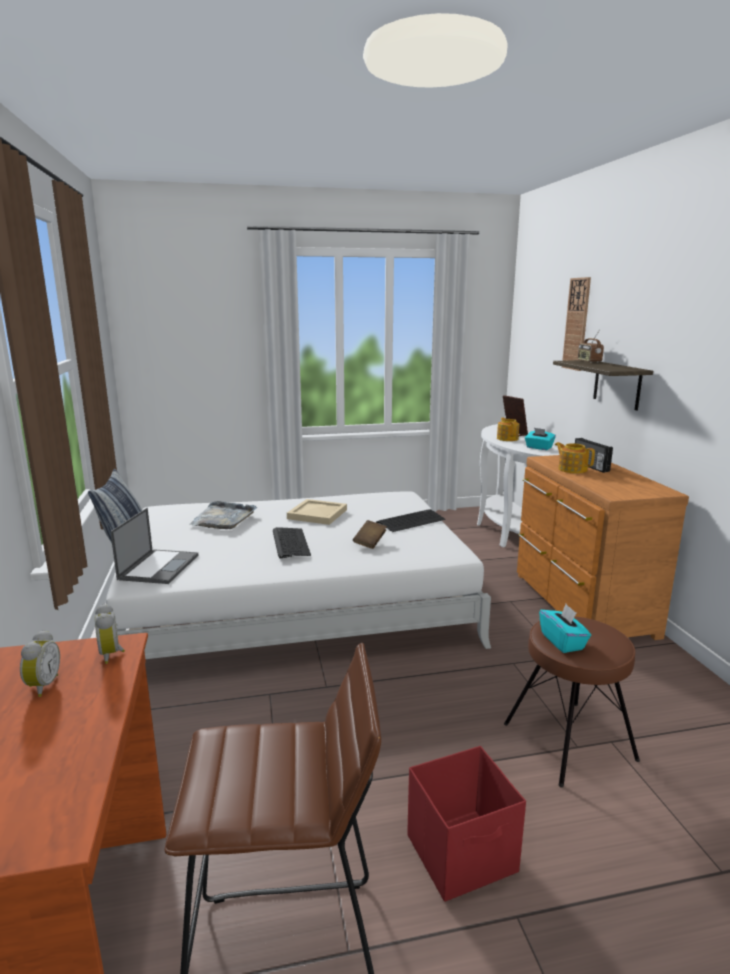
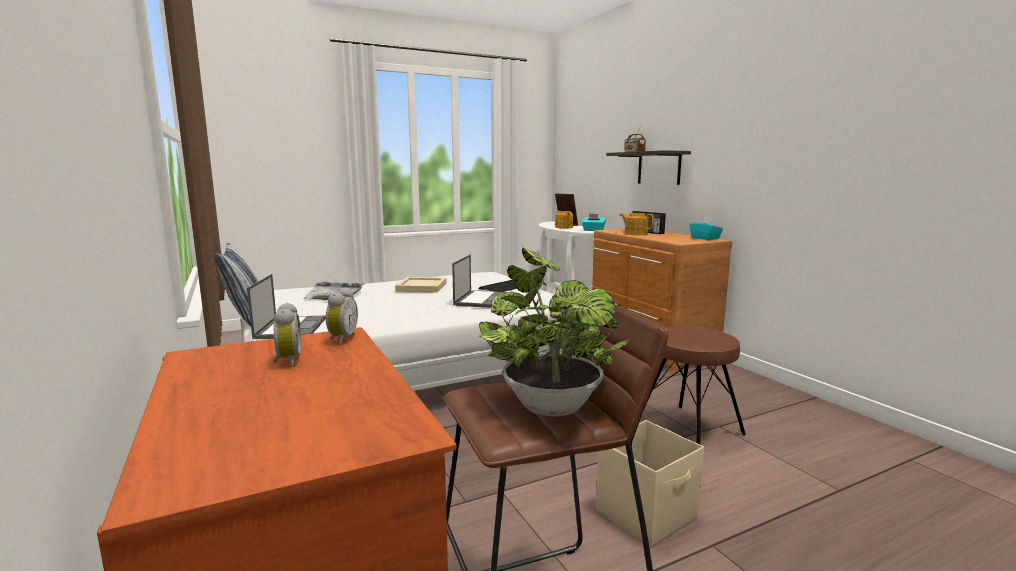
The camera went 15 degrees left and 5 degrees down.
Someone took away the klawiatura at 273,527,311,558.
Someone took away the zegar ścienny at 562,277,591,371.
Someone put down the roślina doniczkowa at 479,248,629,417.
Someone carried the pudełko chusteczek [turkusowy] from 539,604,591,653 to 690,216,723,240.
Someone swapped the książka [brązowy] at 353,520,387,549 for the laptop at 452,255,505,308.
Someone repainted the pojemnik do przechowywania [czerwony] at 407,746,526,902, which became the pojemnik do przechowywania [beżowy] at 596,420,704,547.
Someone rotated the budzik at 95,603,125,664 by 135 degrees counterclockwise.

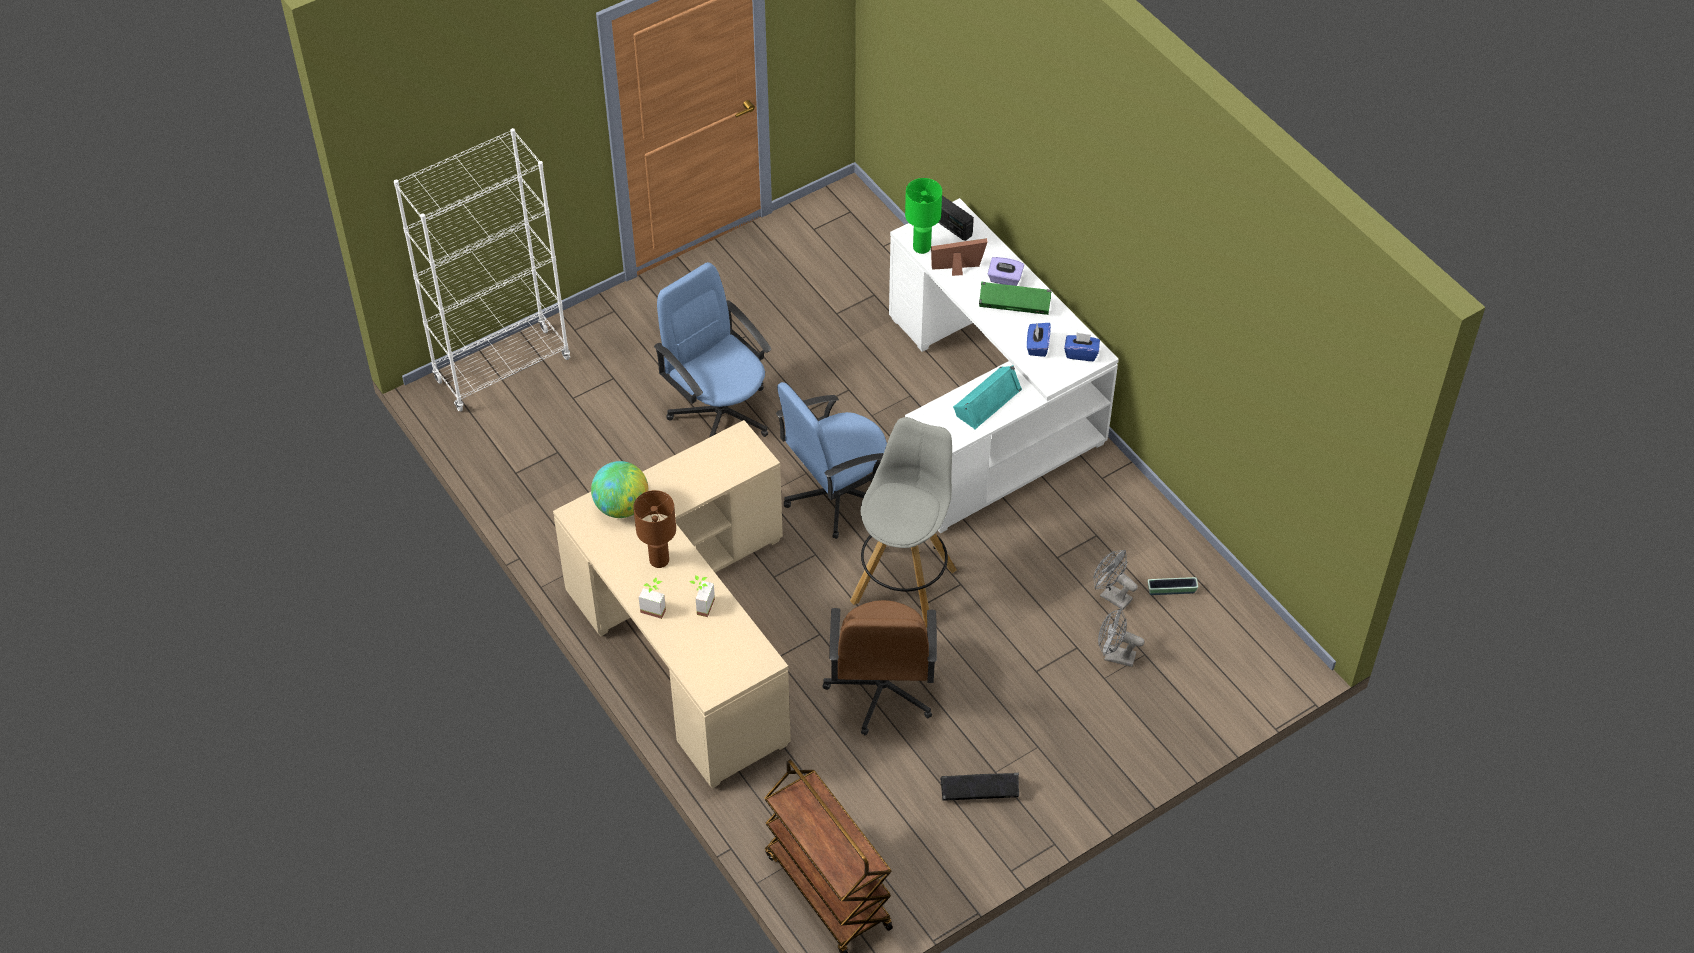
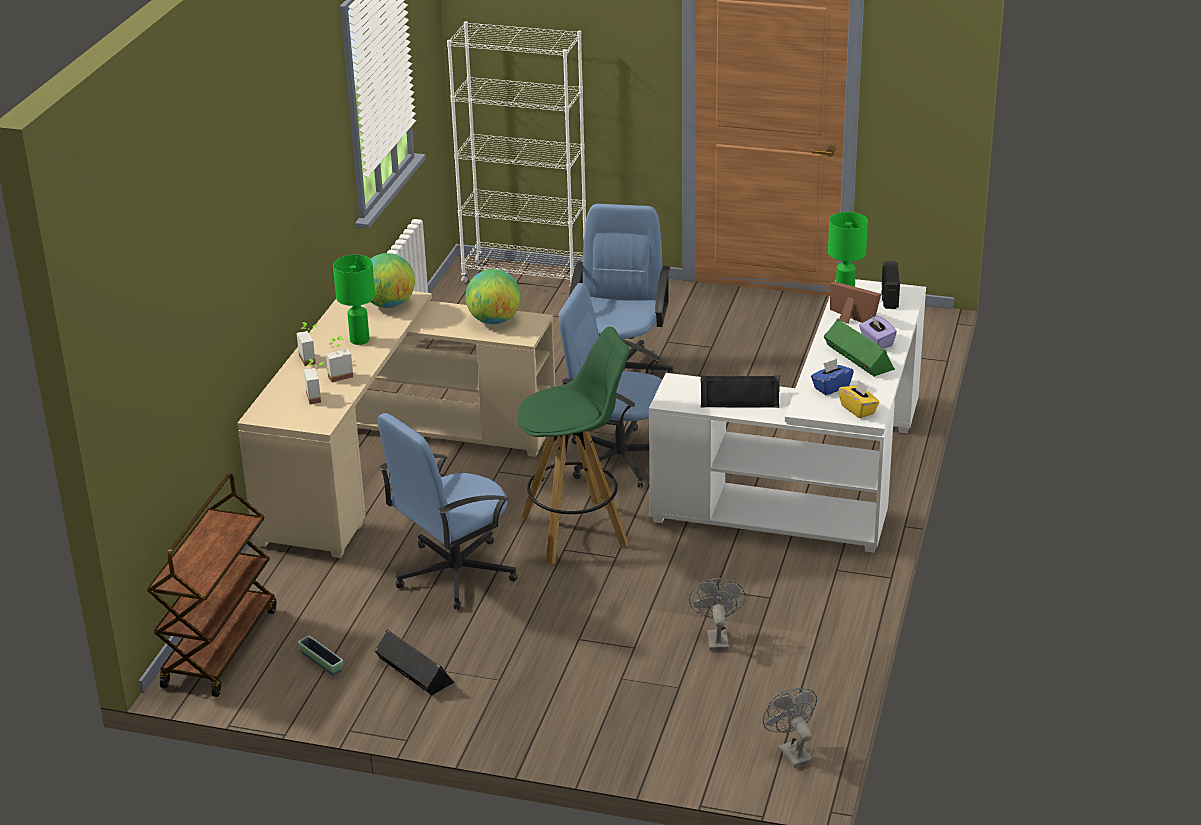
The camera went 50 degrees right and 20 degrees down.
Someone put down the roślina doniczkowa at 304,359,325,404.
Someone put down the globus at 465,269,521,324.
Someone carried the wentylator [szary] from 1098,608,1145,667 to 763,688,817,768.
Someone carried the donica from 1148,577,1198,595 to 298,636,343,676.
Someone repainted the lampa stołowa [brązowy] at 633,490,676,568, which became the lampa stołowa [zielony] at 333,255,375,345.
Someone repainted the krzesło biurowe [brązowy] at 823,600,937,735, which became the krzesło biurowe [niebieski] at 378,413,518,610.
Someone repainted the stołek [szary] at 850,417,957,628, which became the stołek [zielony] at 518,327,629,565.
Someone repainted the głośnik [turkusowy] at 953,365,1022,429, which became the głośnik [czarny] at 701,375,780,408.
Someone repainted the pudełko chusteczek [niebieski] at 1064,332,1100,361, which became the pudełko chusteczek [żółty] at 839,380,879,418.

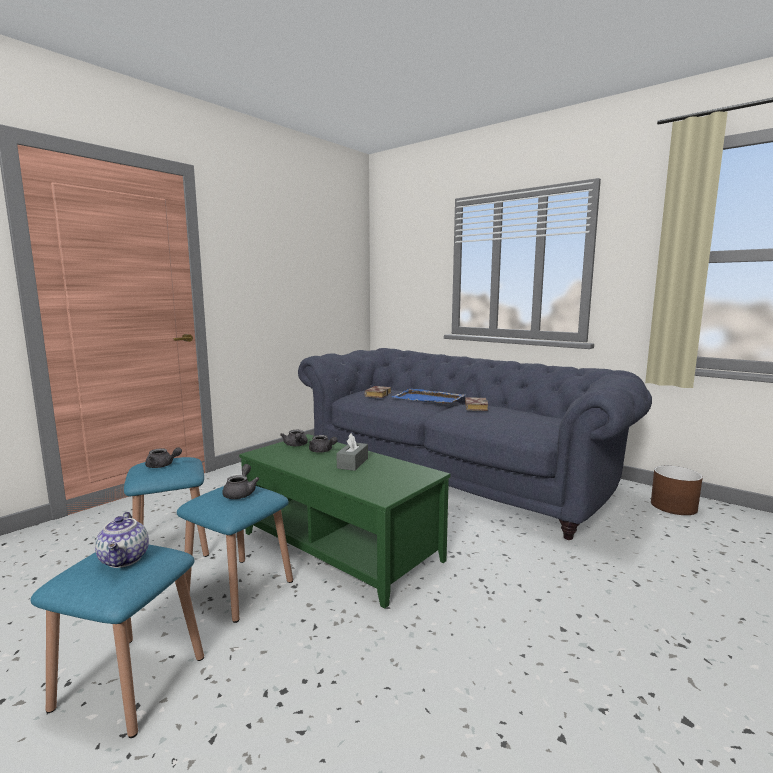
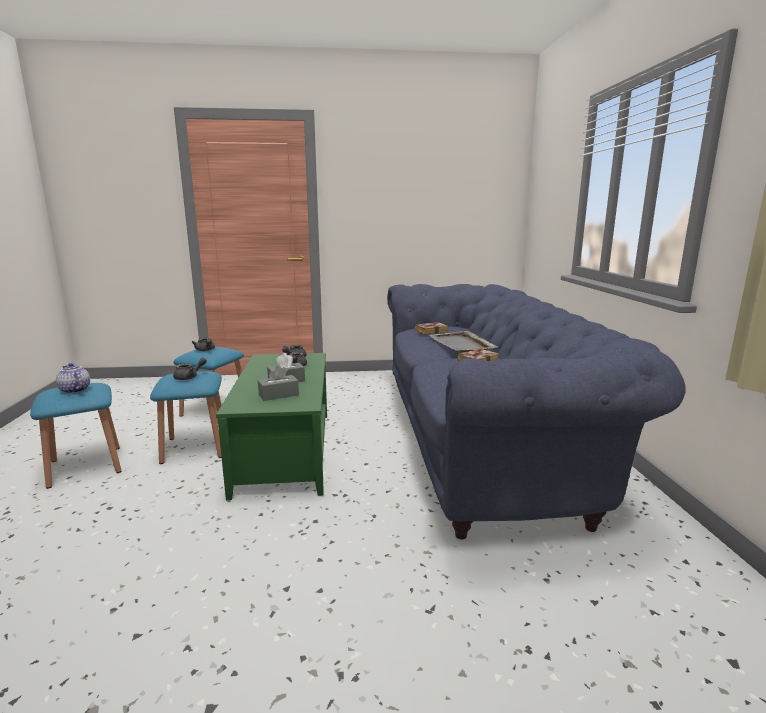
The camera went 45 degrees right and 5 degrees up.
Someone took away the donica [brązowy] at 651,466,703,515.
Someone put down the pudełko chusteczek [szary] at 258,366,299,401.
Someone repainted the taca [niebieski] at 393,389,465,404, which became the taca [szary] at 429,331,498,352.
Someone rotated the imbryk at 95,512,149,568 by 105 degrees clockwise.

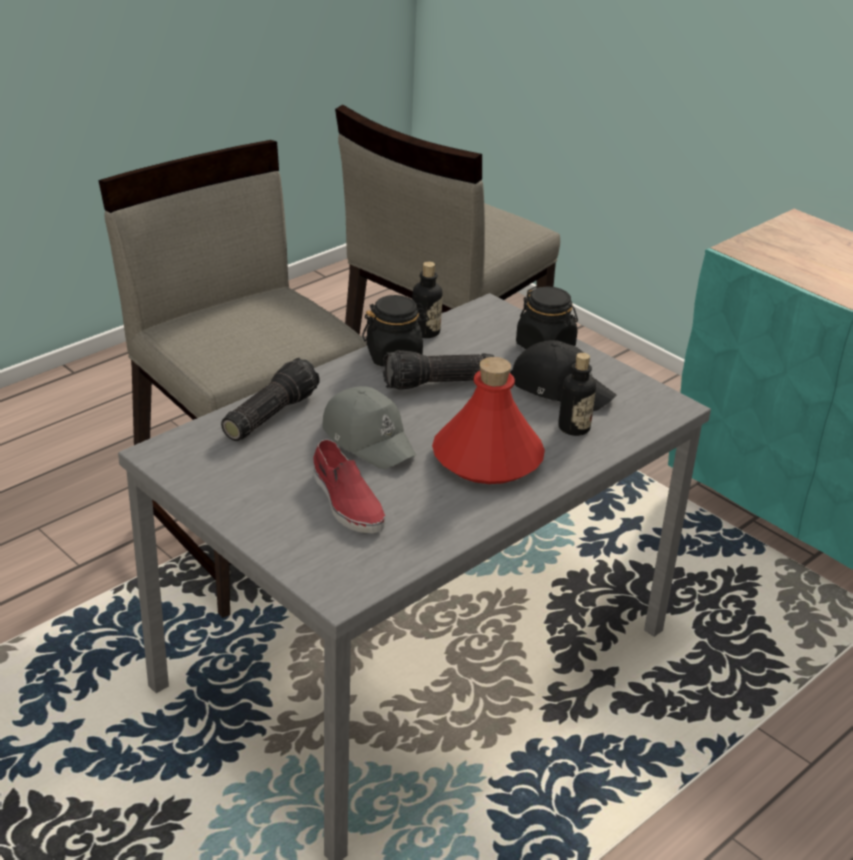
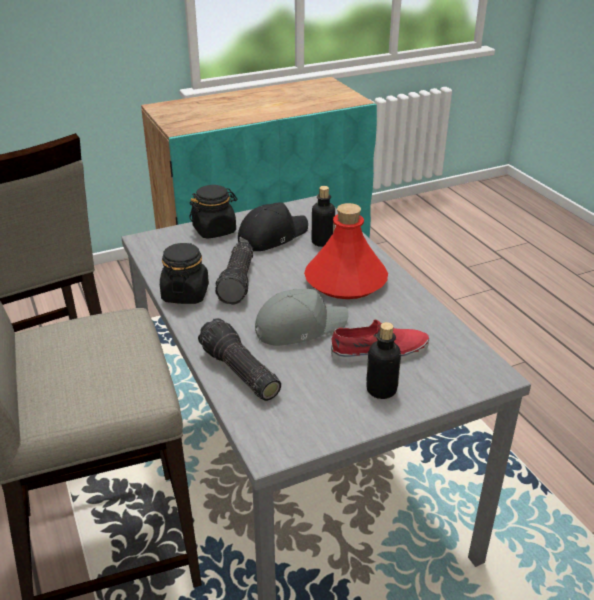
The camera went 70 degrees left and 0 degrees up.
Someone carried the butelka from 412,261,443,338 to 366,322,401,399.

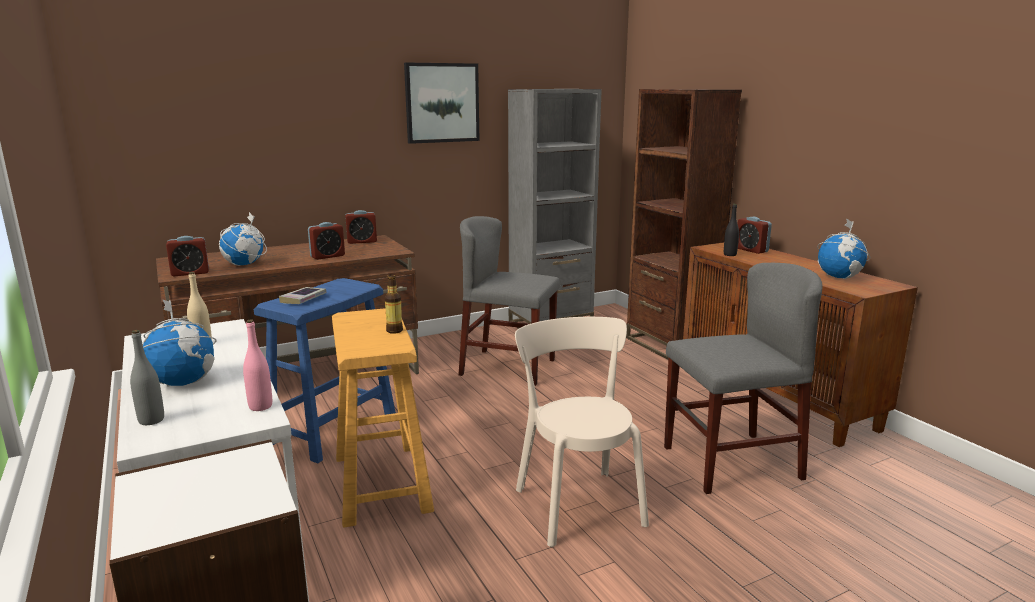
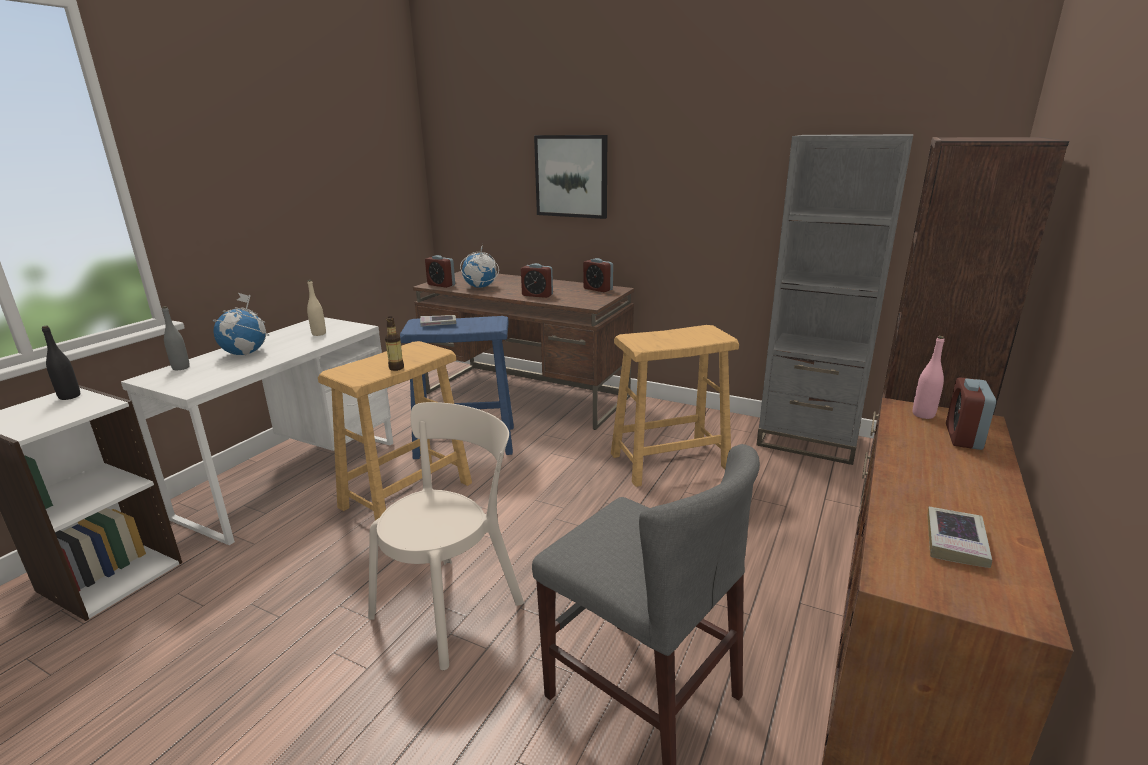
The camera went 55 degrees right and 5 degrees up.
Someone carried the butelka [różowy] from 243,319,272,411 to 913,336,945,419.
Someone carried the obraz from 404,63,479,144 to 534,135,607,219.
Someone carried the butelka [czarny] from 724,204,739,256 to 42,326,80,400.
Someone swapped the krzesło [szary] at 459,216,560,386 for the stołek [beżowy] at 611,325,739,487.
Someone swapped the globus at 817,219,870,279 for the książka at 928,507,992,568.

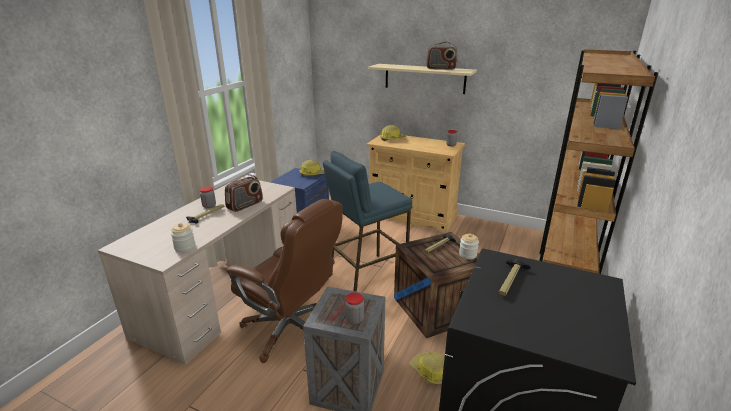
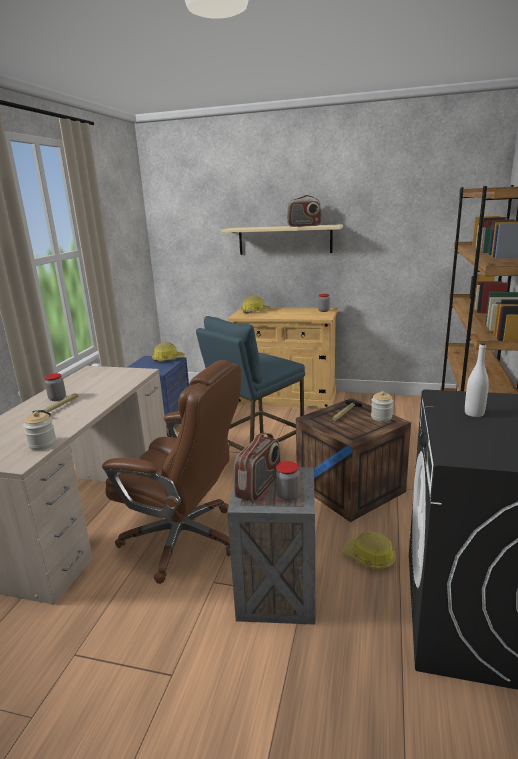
The camera went 10 degrees left and 5 degrees down.
Someone carried the radio from 225,174,263,212 to 234,433,281,502.
Someone swapped the młotek at 499,259,531,296 for the butelka [biały] at 465,342,489,417.

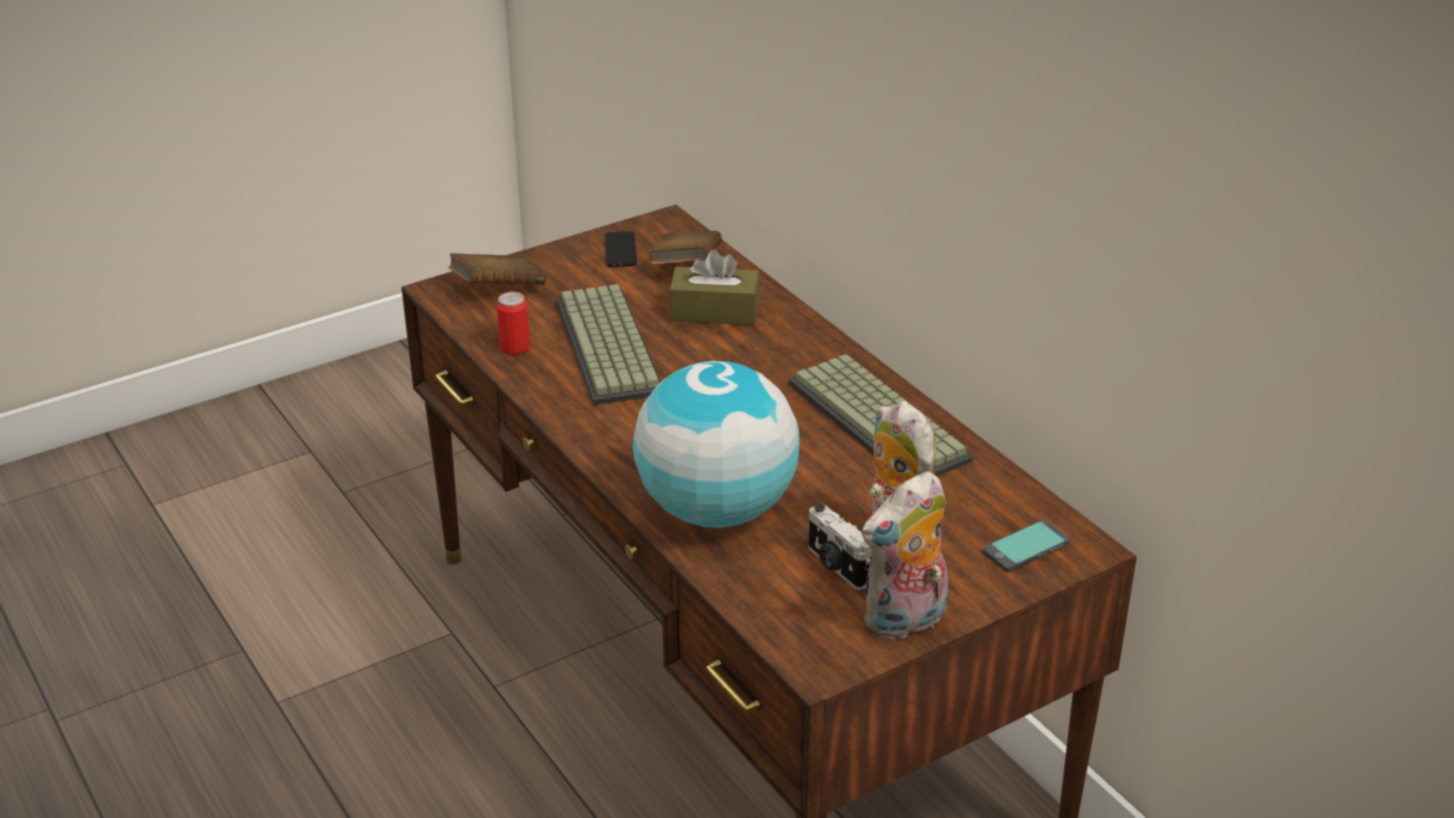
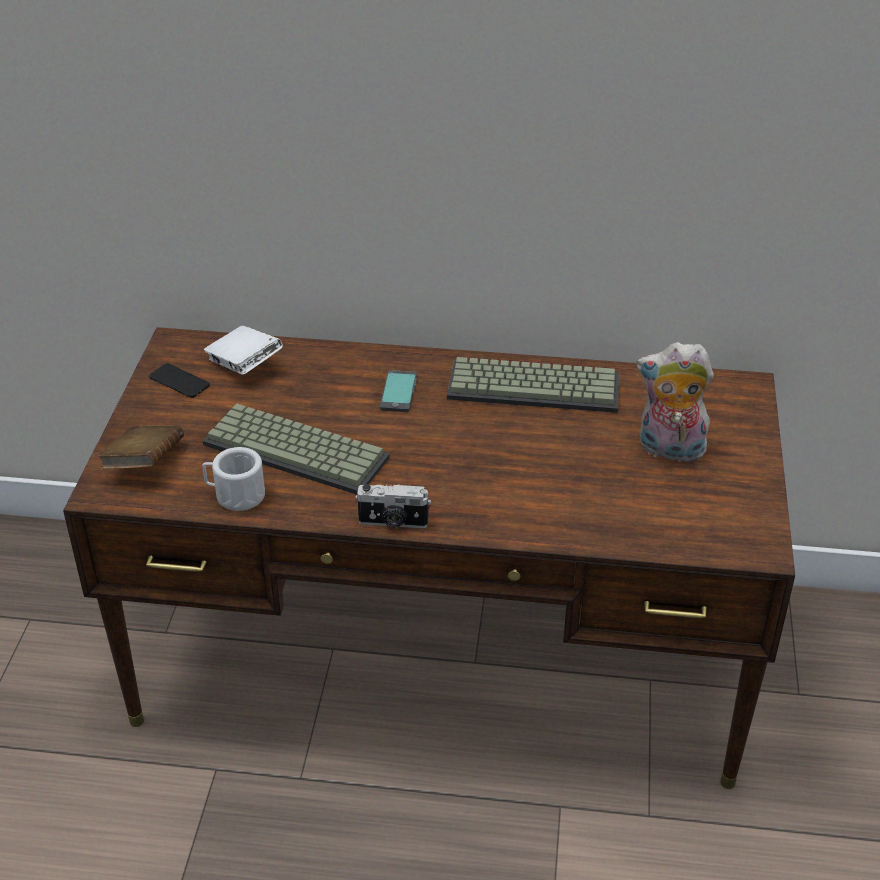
The camera went 50 degrees left and 5 degrees up.
Someone took away the globus at 633,361,800,528.
Someone took away the pudełko chusteczek [brązowy] at 669,249,760,325.
Someone took away the pluszak at 862,471,948,641.
Someone carried the aparat fotograficzny from 809,504,872,590 to 355,484,431,528.
Someone carried the telefon from 982,520,1070,572 to 380,370,417,412.
Someone swapped the puszka at 497,292,530,355 for the kubek [biały] at 202,447,265,511.
Someone repainted the książka [brązowy] at 648,231,722,265, which became the książka [biały] at 204,326,283,375.

